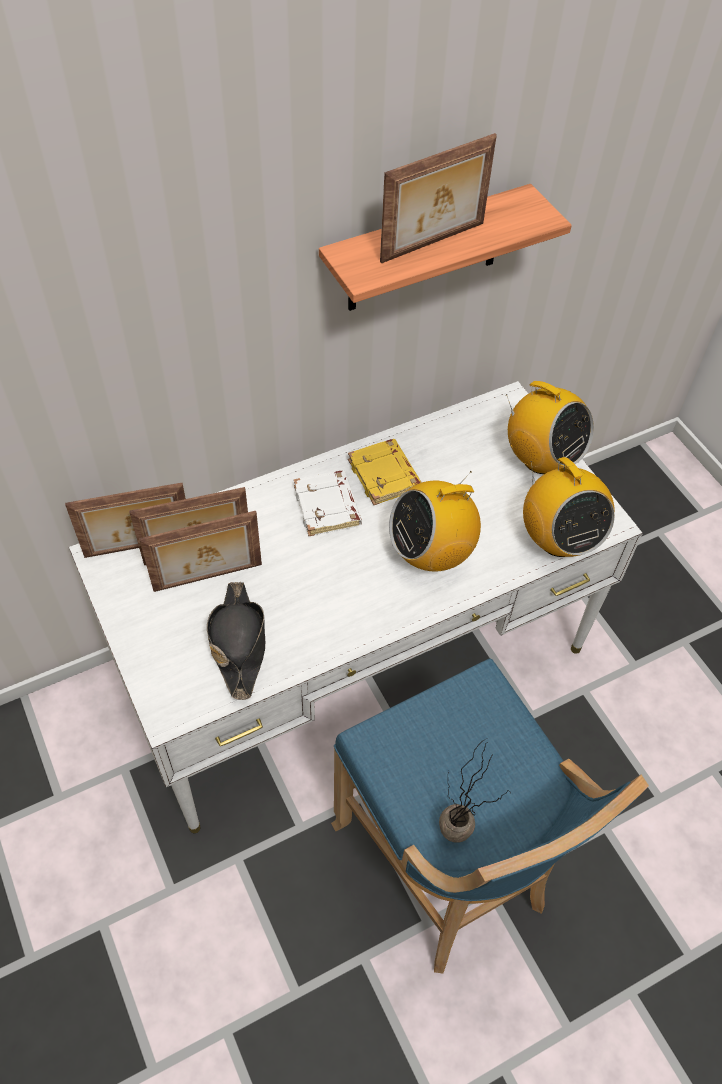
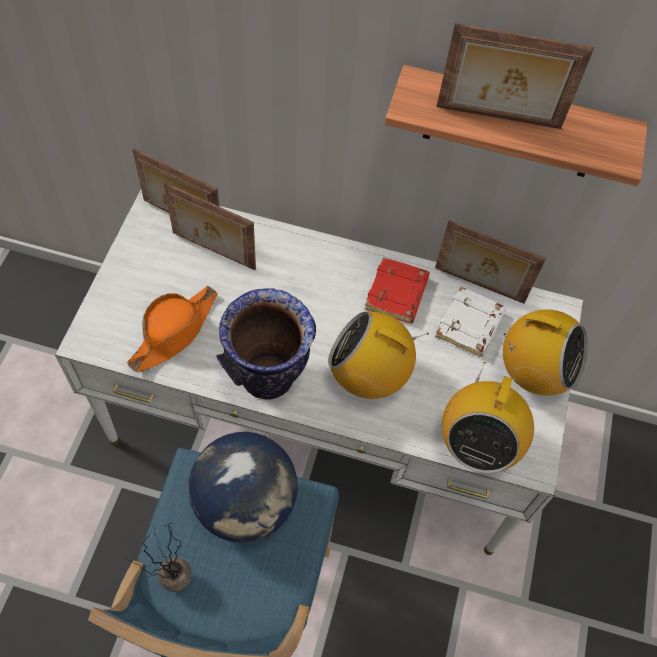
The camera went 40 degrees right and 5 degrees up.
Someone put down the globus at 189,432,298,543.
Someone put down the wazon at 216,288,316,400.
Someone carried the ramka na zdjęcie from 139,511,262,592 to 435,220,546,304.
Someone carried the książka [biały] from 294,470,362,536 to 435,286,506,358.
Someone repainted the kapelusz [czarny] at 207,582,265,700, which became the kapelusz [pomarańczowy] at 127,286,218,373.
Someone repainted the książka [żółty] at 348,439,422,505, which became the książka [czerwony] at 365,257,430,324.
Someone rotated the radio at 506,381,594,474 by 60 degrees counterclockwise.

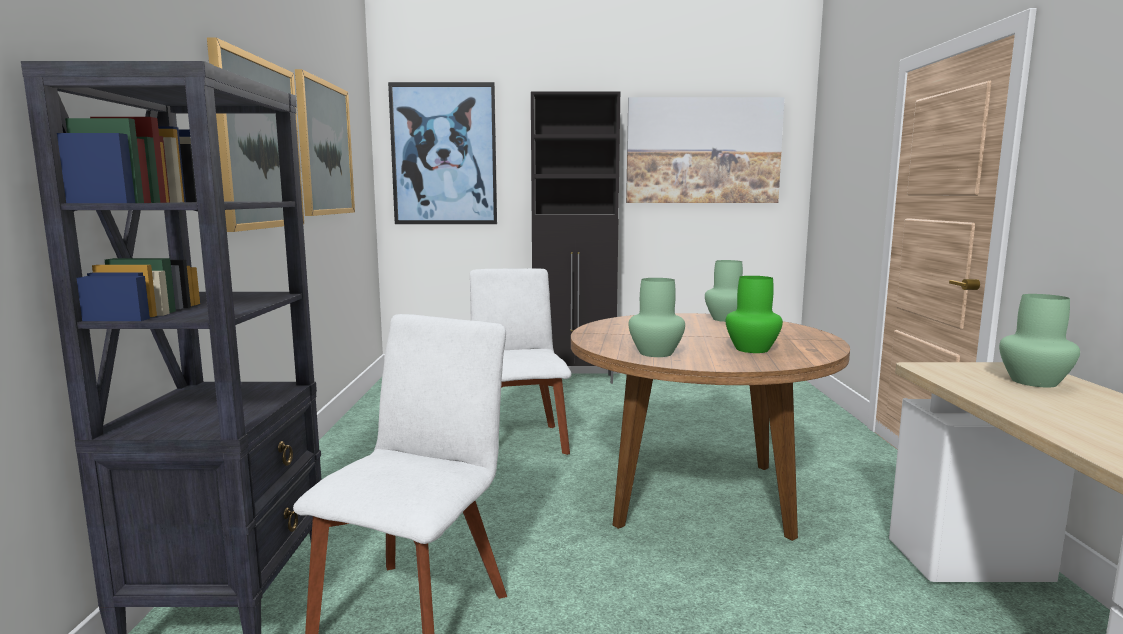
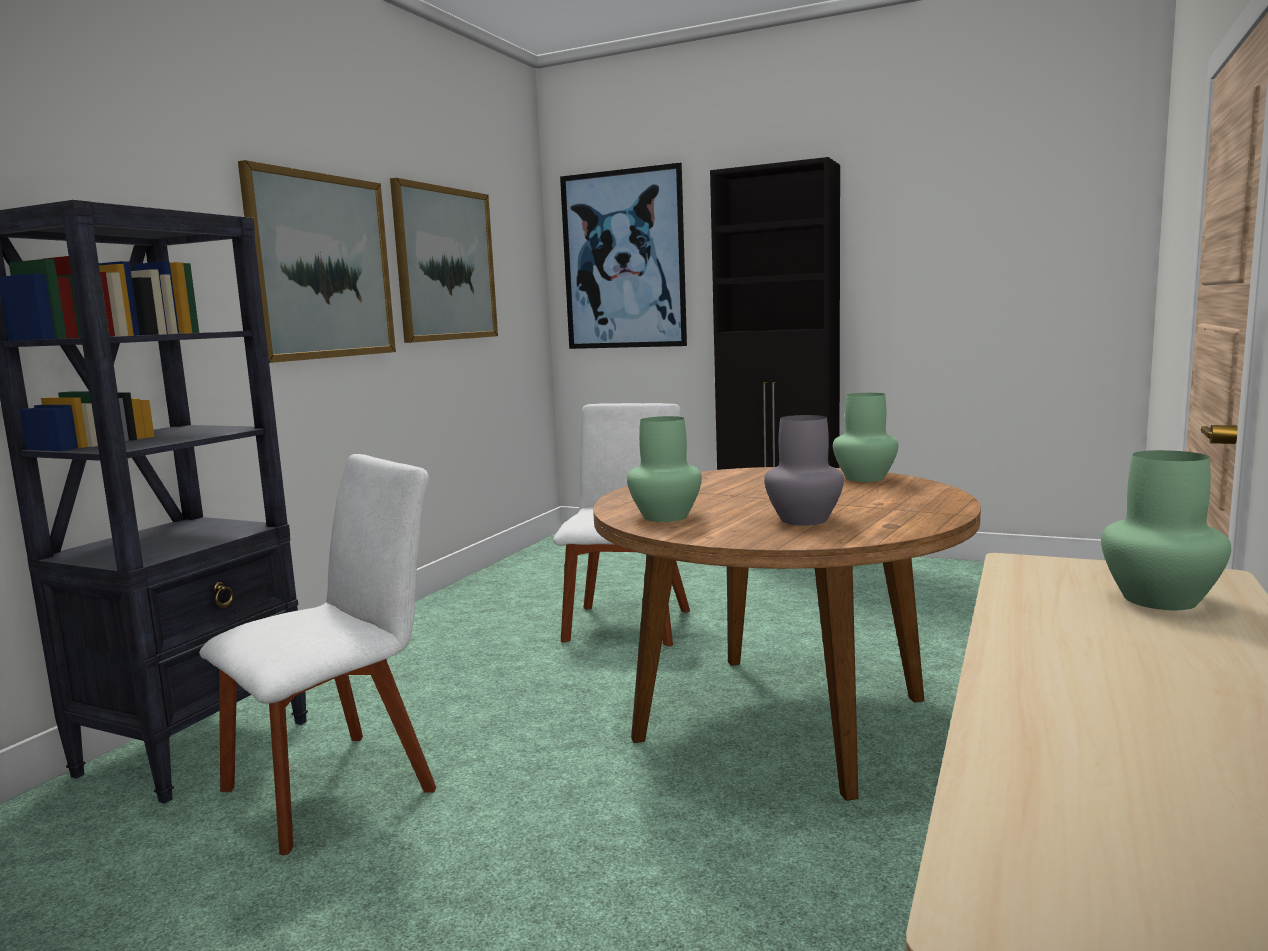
The camera went 25 degrees right and 0 degrees up.
Someone took away the obraz at 626,97,785,203.
Someone repainted the wazon [zielony] at 726,276,783,353, which became the wazon [szary] at 764,415,844,526.

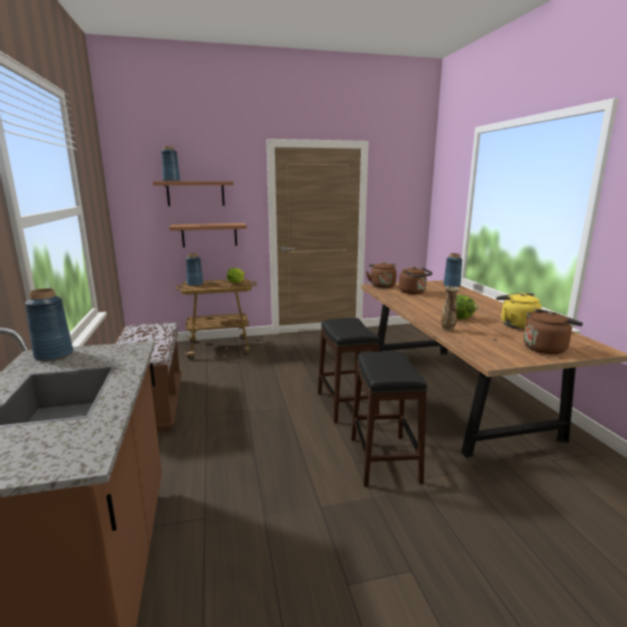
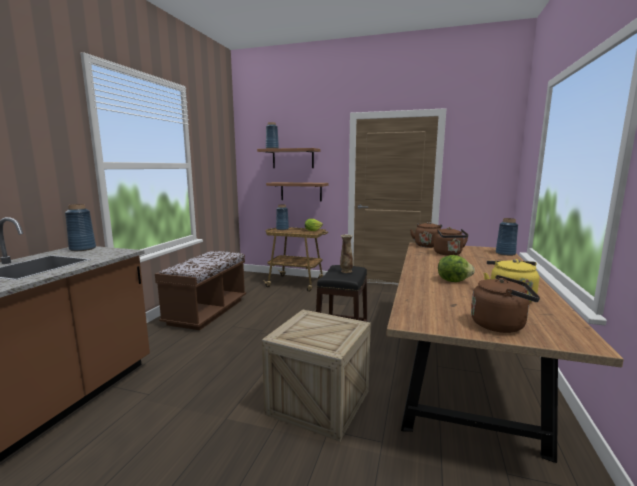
The camera went 30 degrees right and 5 degrees down.
Someone carried the wazon from 441,286,459,332 to 340,234,353,273.
Someone swapped the stołek [czarny] at 351,351,427,487 for the skrzynka at 262,310,371,442.

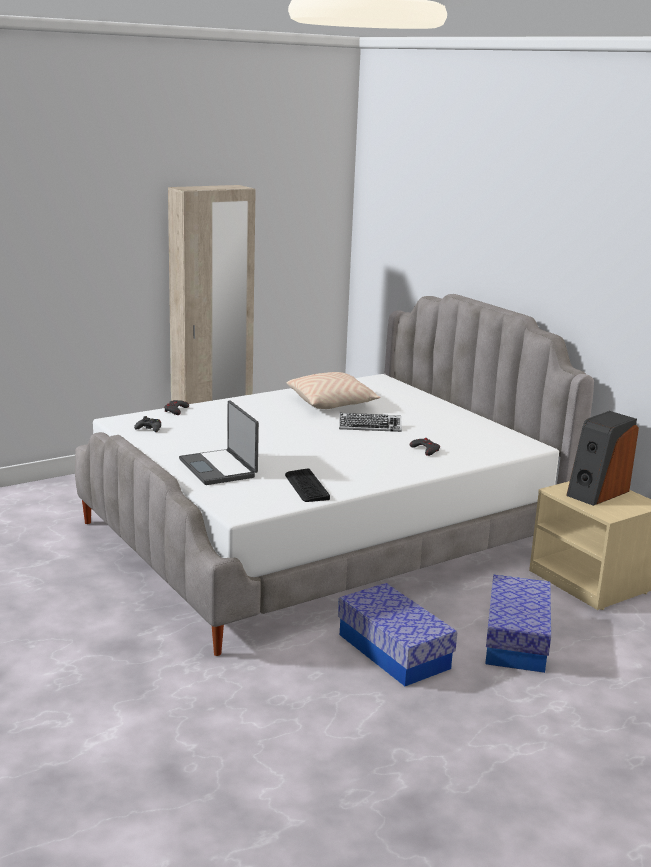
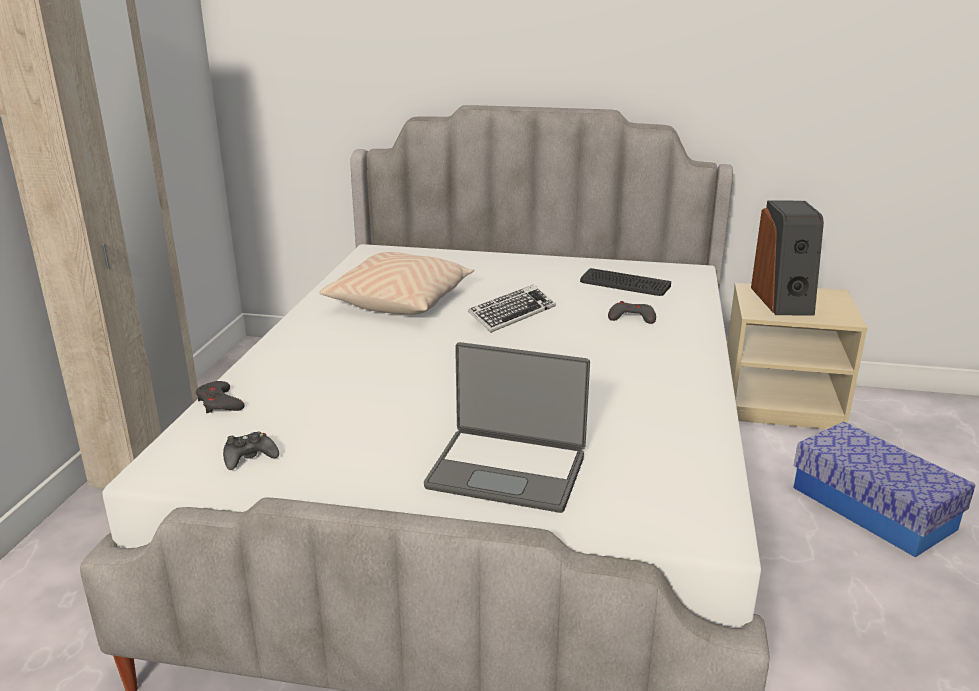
The camera went 45 degrees left and 5 degrees up.
Someone took away the pojemnik do przechowywania at 338,583,457,686.
Someone carried the klawiatura from 285,468,330,502 to 580,268,671,296.

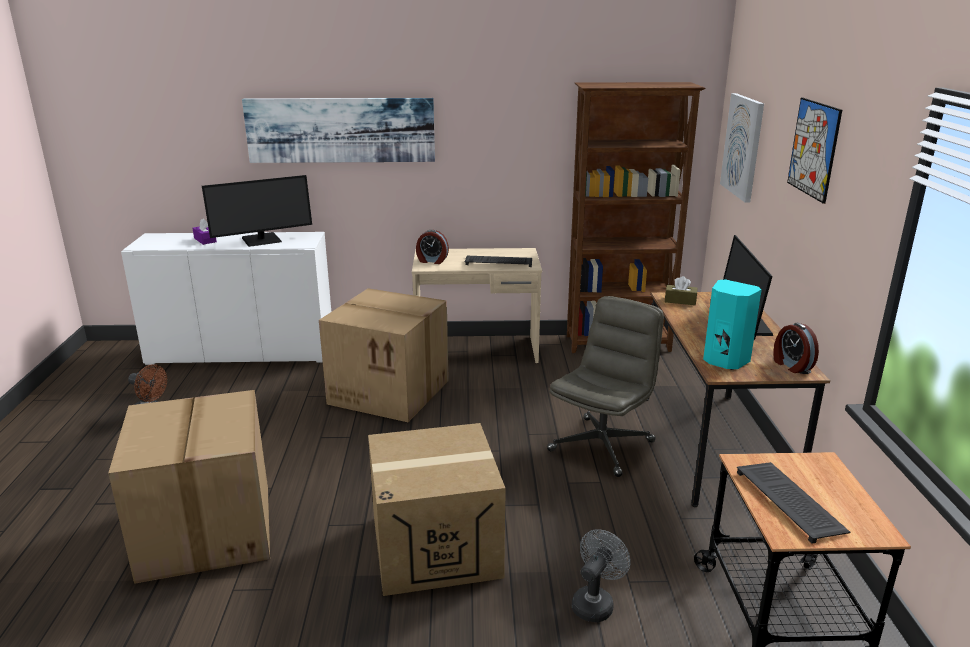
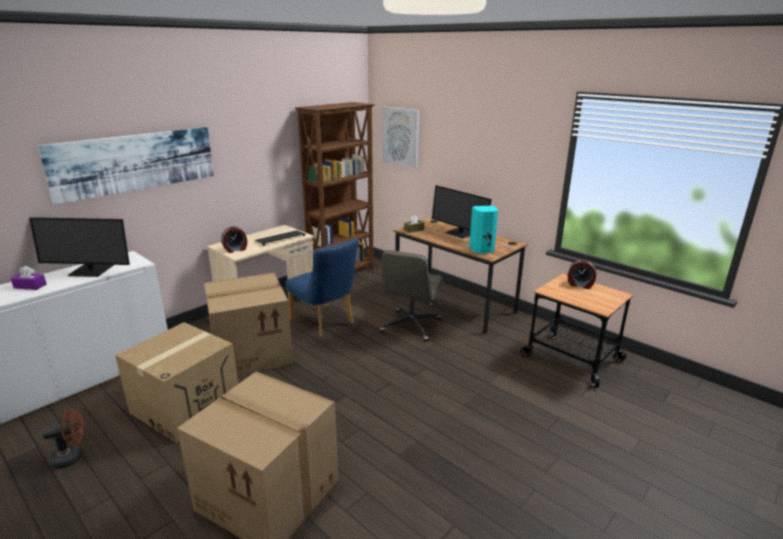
The camera went 45 degrees left and 0 degrees up.
Someone took away the wentylator [szary] at 572,529,631,622.
Someone took away the klawiatura at 737,462,851,544.
Someone took away the obraz at 787,98,842,204.
Someone put down the krzesło [niebieski] at 285,238,359,337.
Someone carried the karton from 368,423,506,596 to 115,322,238,443.
Someone carried the budzik from 773,323,819,373 to 568,260,597,289.
Someone rotated the monitor at 202,175,312,247 by 75 degrees clockwise.
Someone rotated the krzesło biurowe [szary] at 547,296,664,477 by 150 degrees counterclockwise.

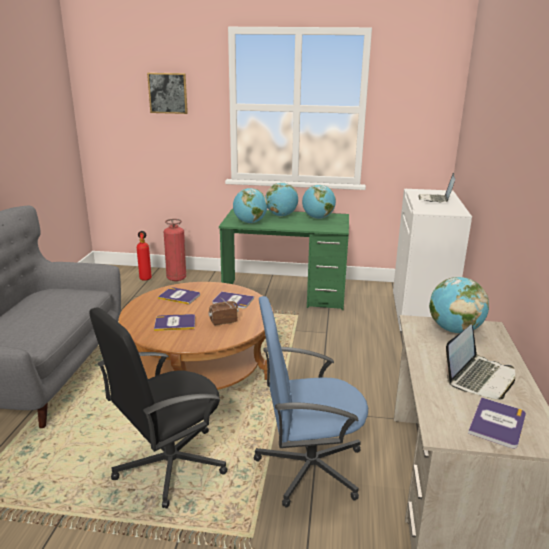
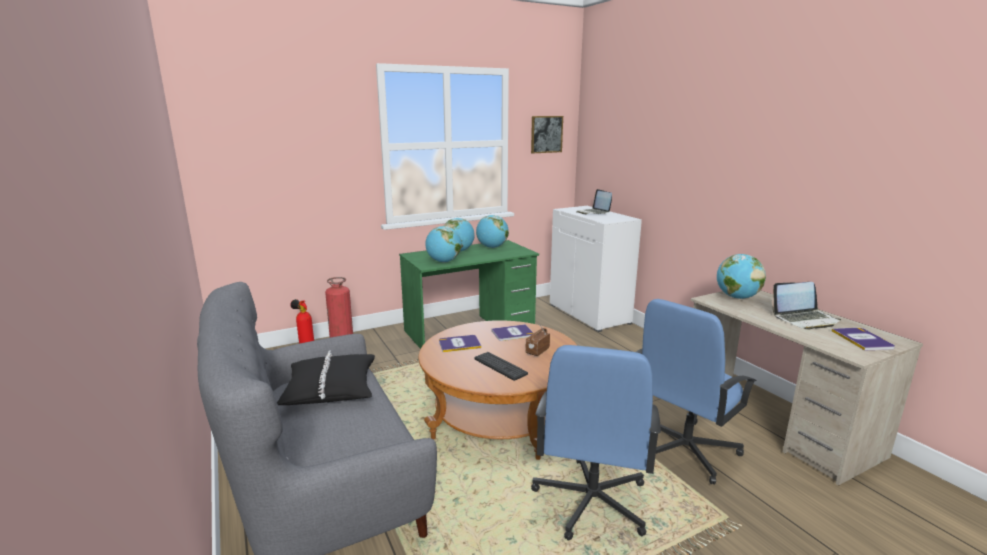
The camera went 35 degrees left and 5 degrees down.
Someone put down the poduszka [czarny] at 277,350,375,405.
Someone carried the obraz from 147,73,188,114 to 531,116,563,153.
Someone swapped the książka at 154,314,195,331 for the klawiatura at 475,352,528,381.
Someone repainted the krzesło biurowe [czarny] at 89,307,227,509, which became the krzesło biurowe [niebieski] at 531,345,661,541.
Someone rotated the laptop at 446,325,515,400 by 75 degrees clockwise.

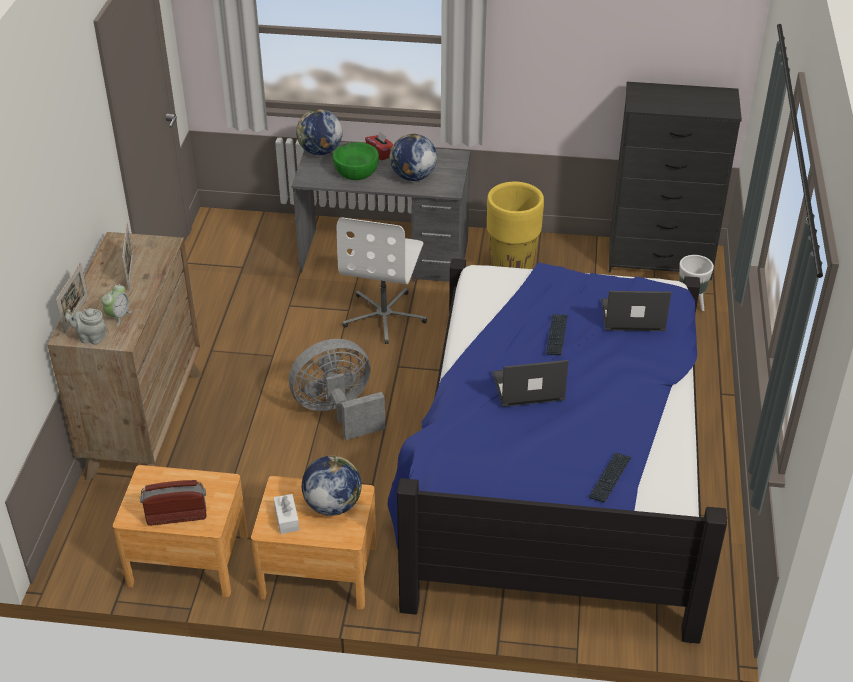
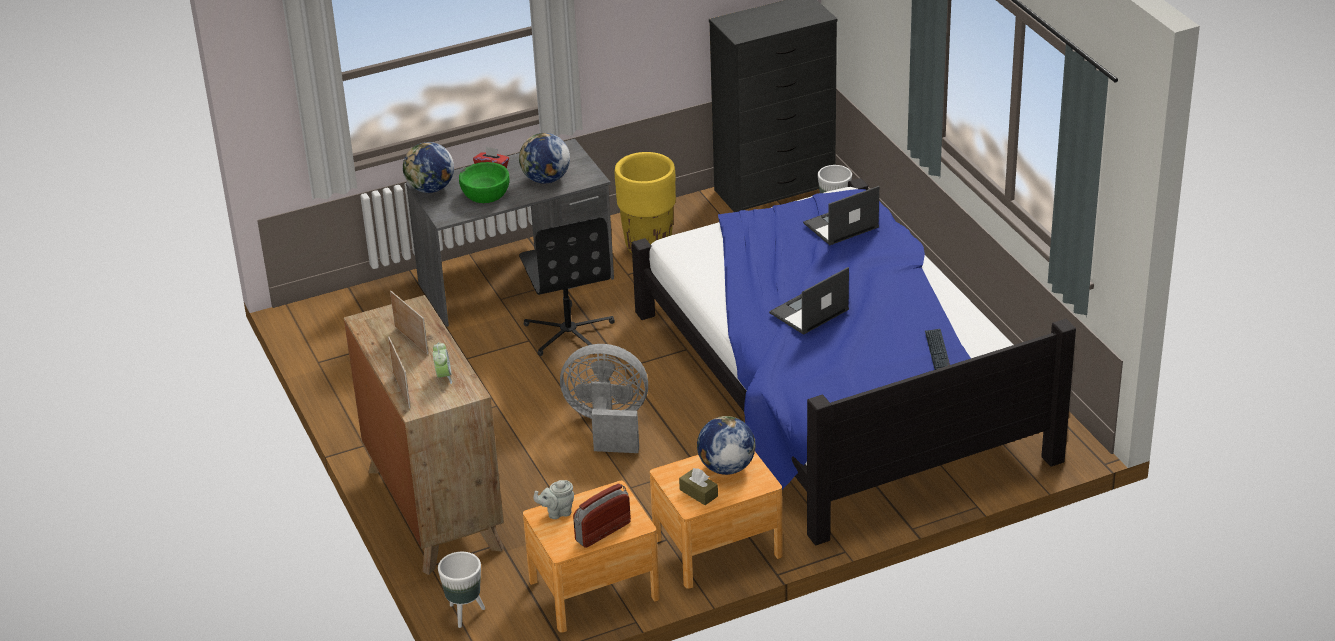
The camera went 30 degrees left and 5 degrees down.
Someone took away the klawiatura at 546,314,568,355.
Someone put down the donica [biały] at 438,552,485,628.
Someone carried the imbryk [szary] from 65,308,106,345 to 534,480,574,519.
Someone repainted the pudełko chusteczek [biały] at 274,494,299,534, which became the pudełko chusteczek [brązowy] at 679,468,718,505.
Someone repainted the krzesło biurowe [biały] at 337,218,427,344, which became the krzesło biurowe [czarny] at 519,217,615,356.
Someone rotated the wentylator [szary] at 289,339,385,440 by 60 degrees clockwise.

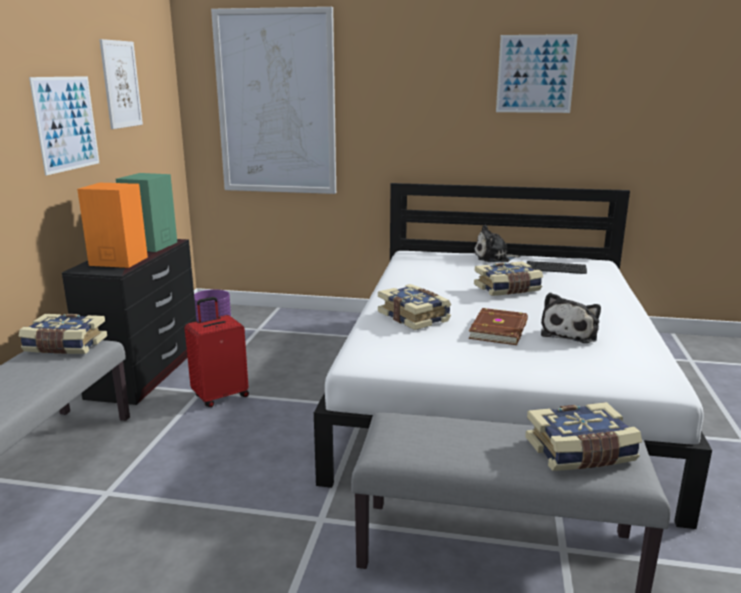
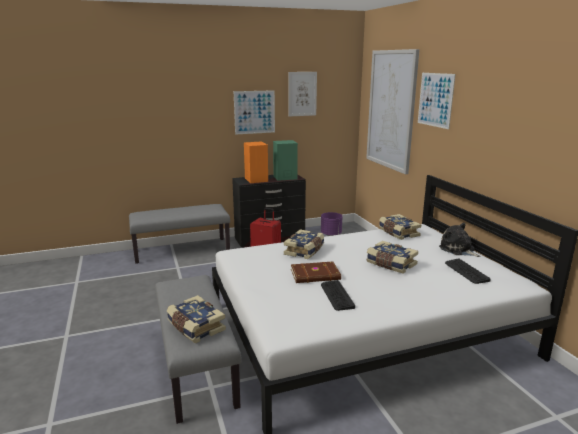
The camera went 60 degrees right and 0 degrees up.
Someone carried the książka from 19,314,107,354 to 379,214,421,240.
Someone carried the obraz from 496,34,578,113 to 418,73,456,129.
Someone swapped the pluszak at 541,292,601,343 for the klawiatura at 321,280,355,311.

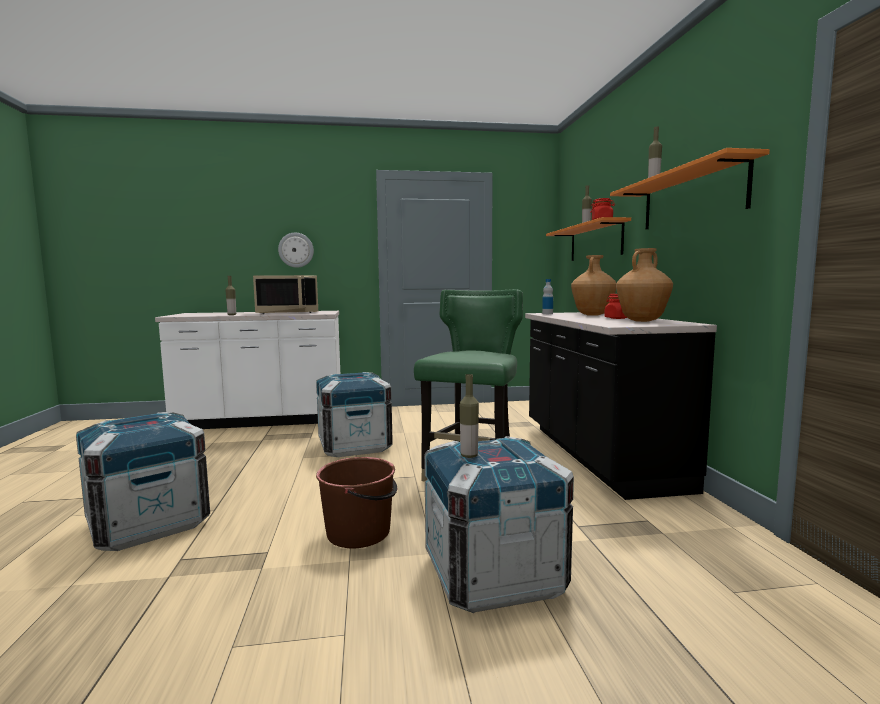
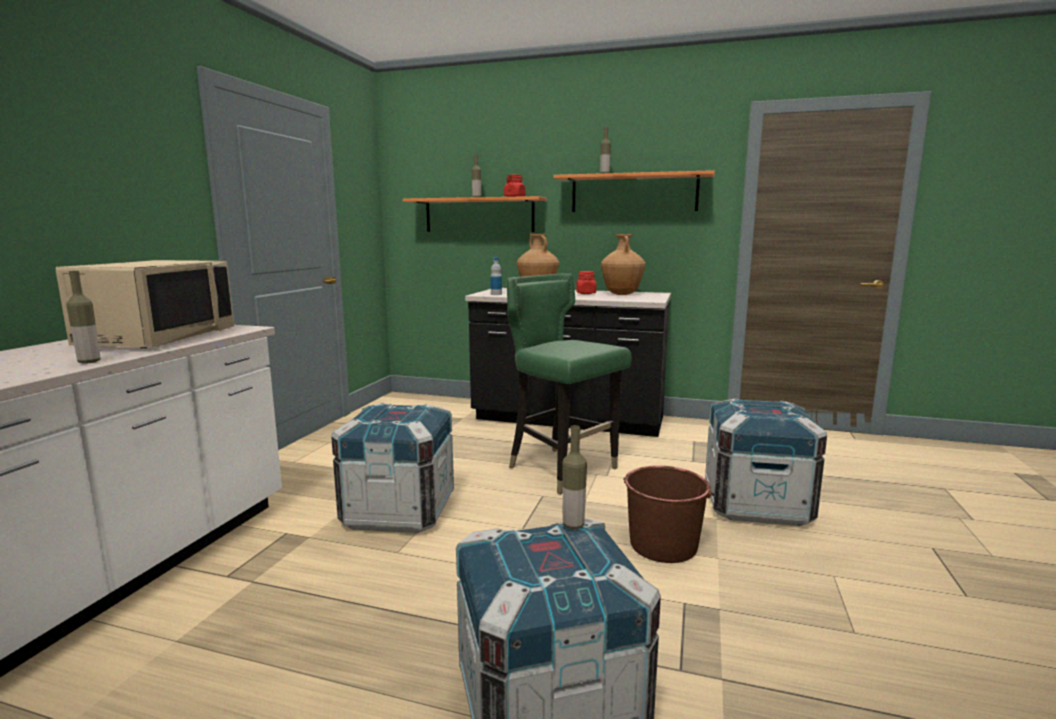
The camera went 65 degrees left and 5 degrees up.
Someone took away the zegar ścienny at 278,233,314,268.
Someone carried the butelka from 460,374,479,458 to 563,425,587,529.

